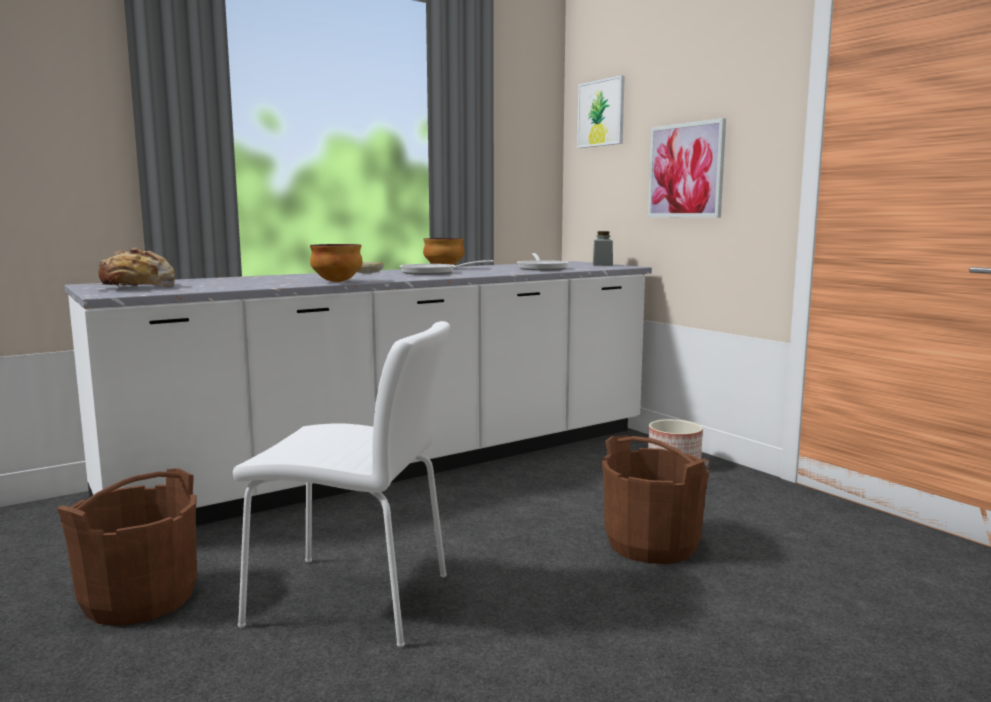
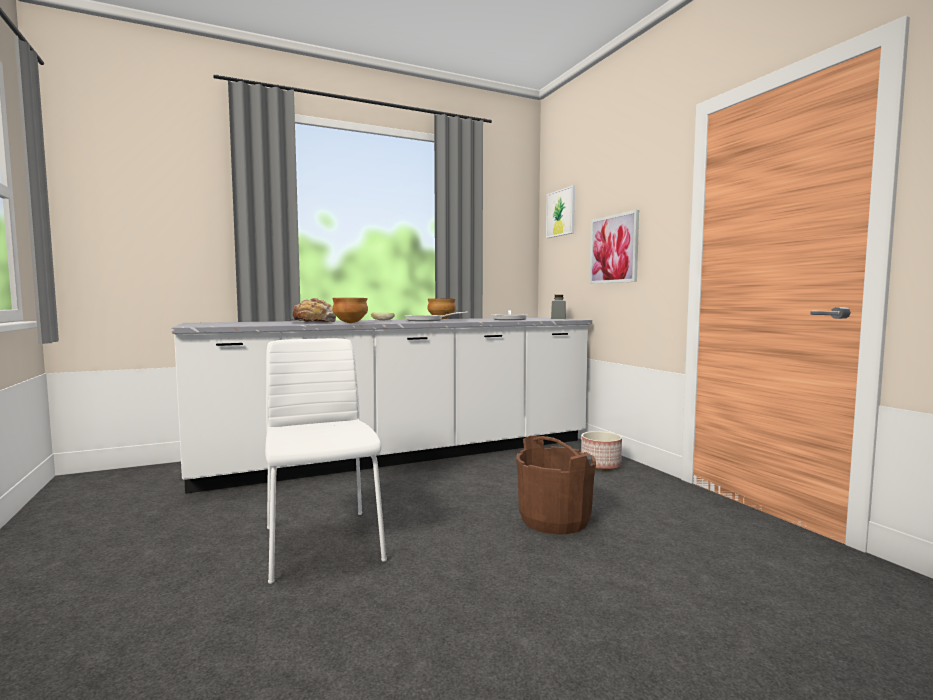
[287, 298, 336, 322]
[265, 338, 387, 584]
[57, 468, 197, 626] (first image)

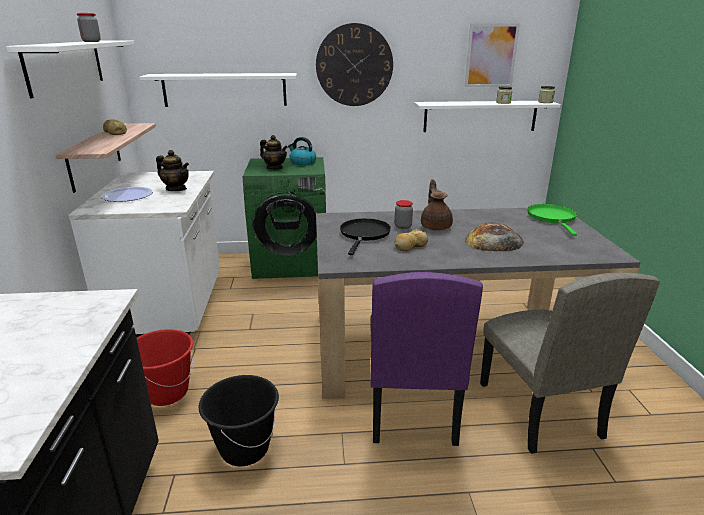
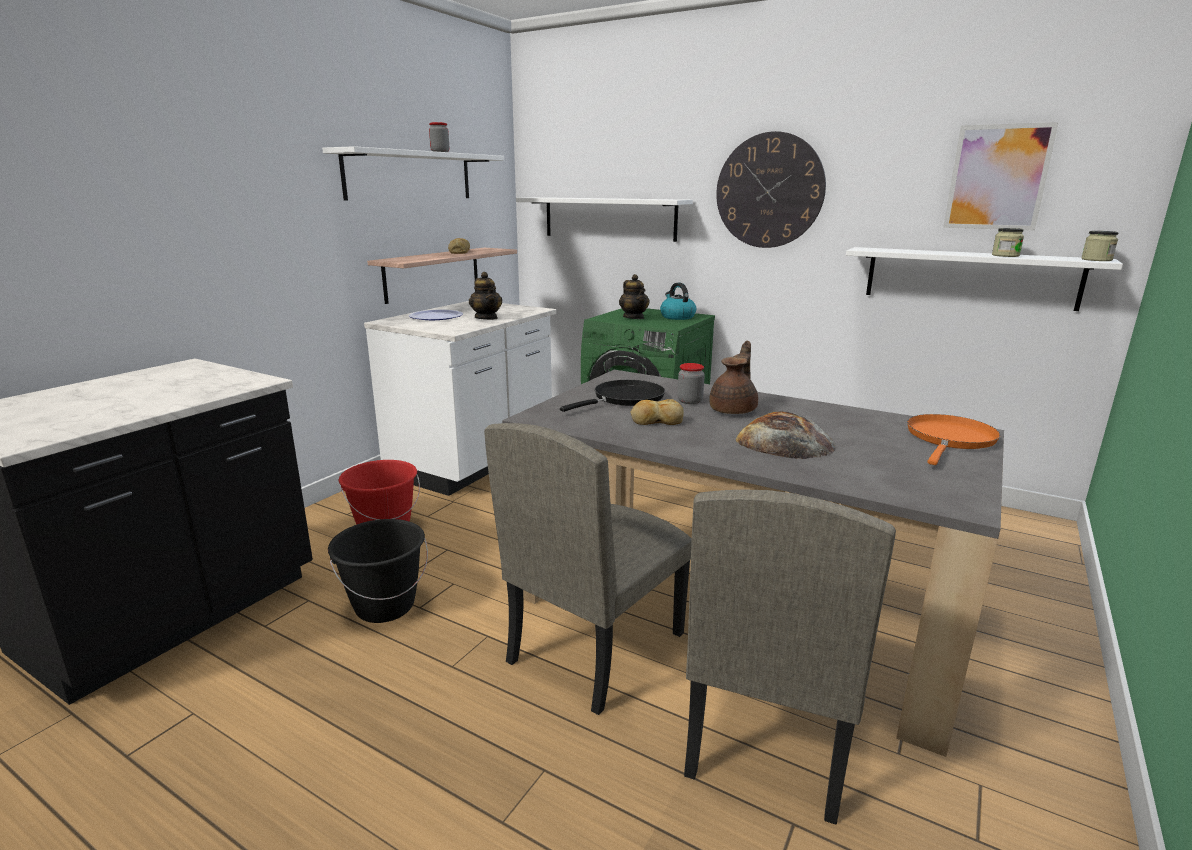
[907, 414, 1000, 465]
[484, 423, 692, 715]

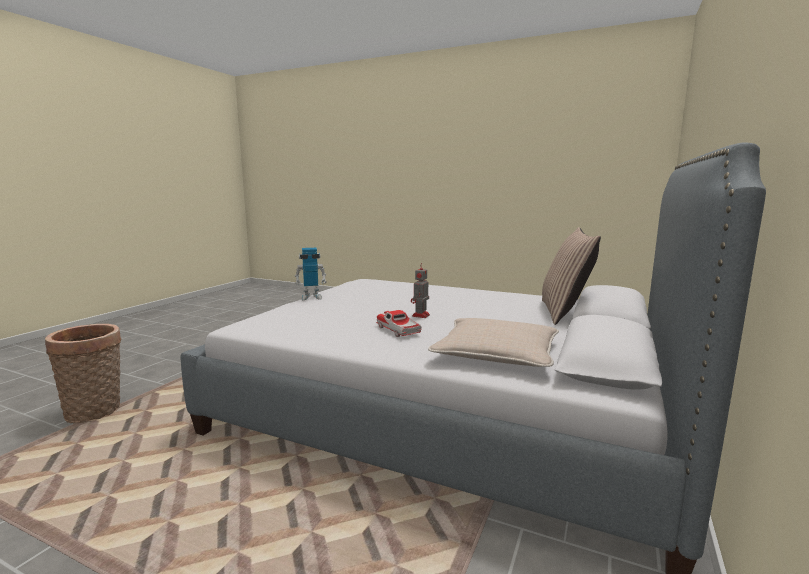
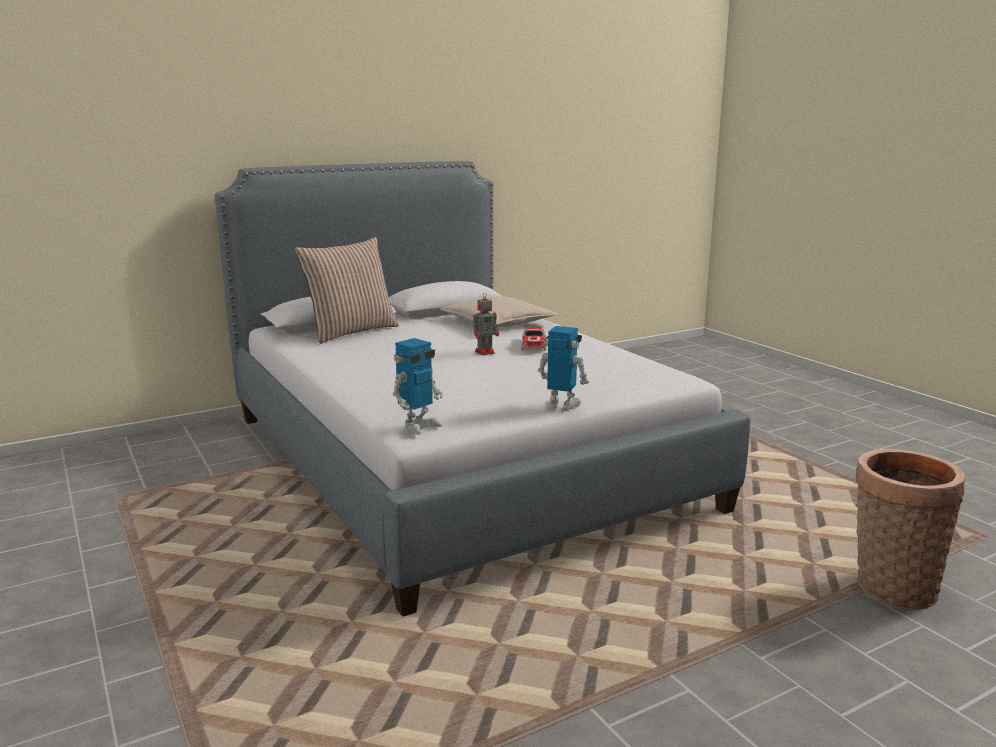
[393, 338, 443, 435]

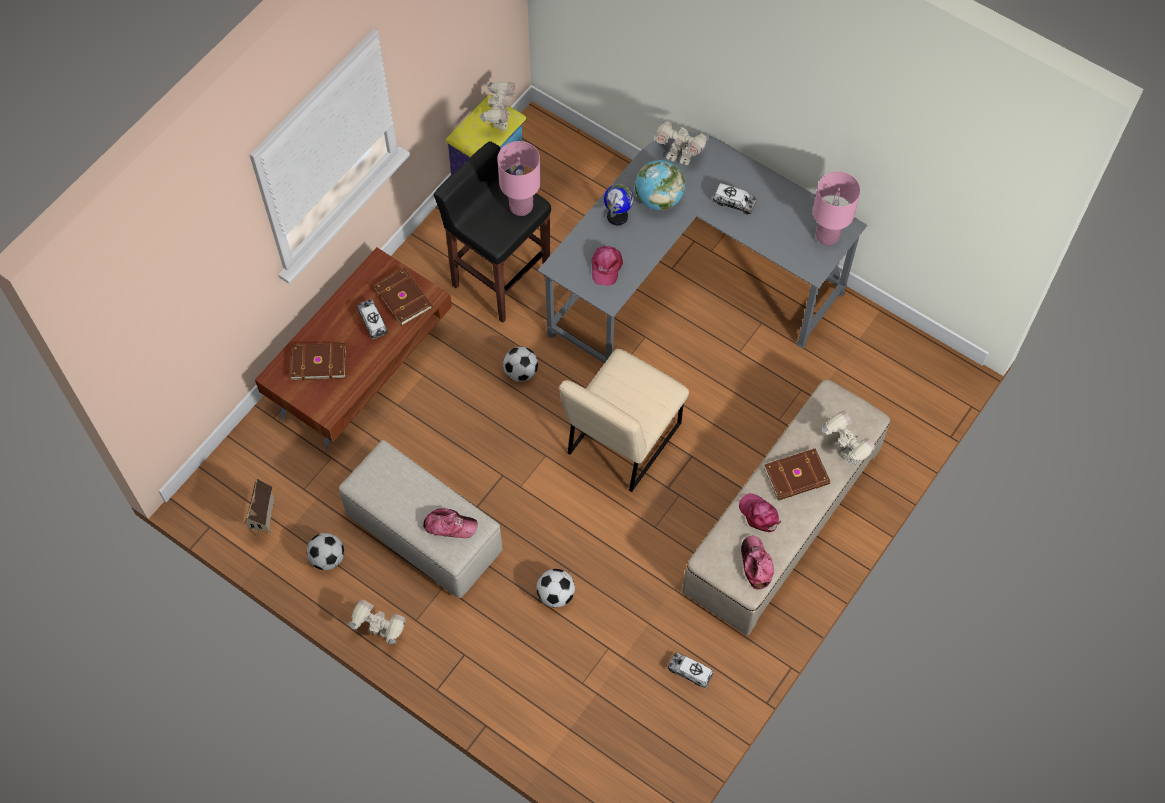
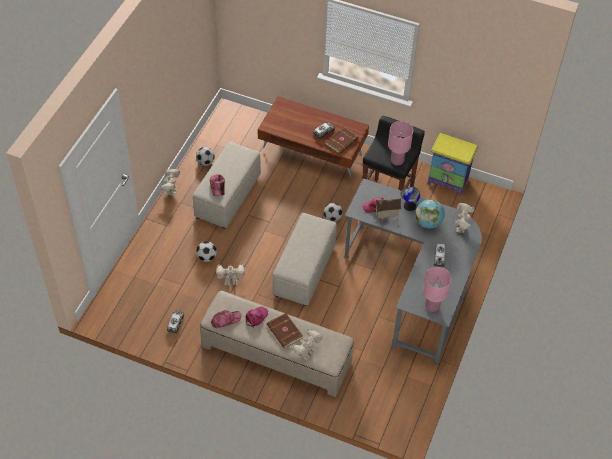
[216, 264, 245, 286]
[290, 343, 346, 380] (first image)
[273, 213, 337, 306]
[375, 198, 401, 227]

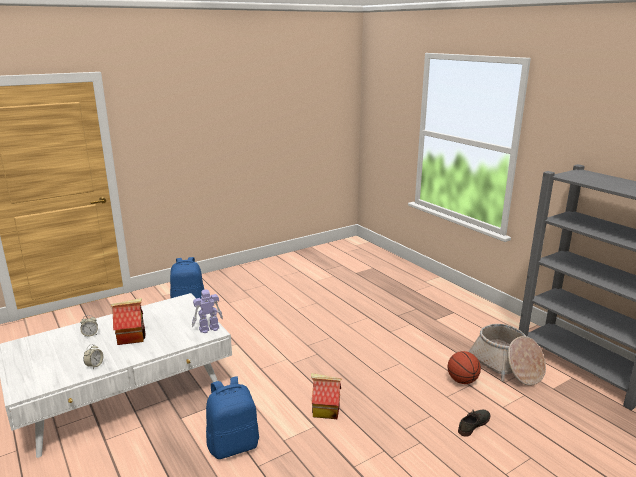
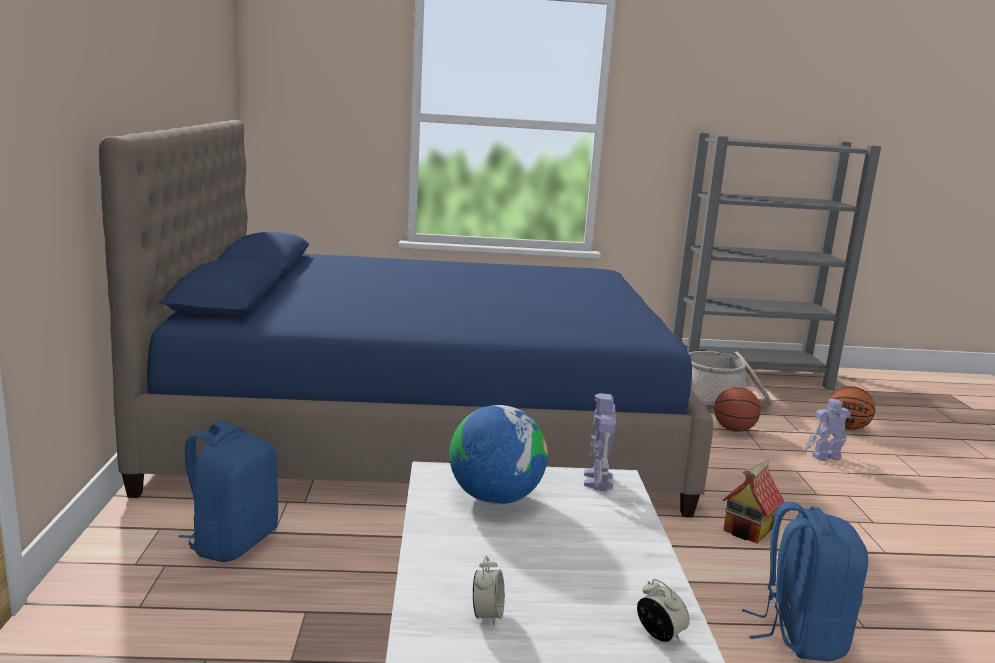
[111, 298, 146, 345] (first image)
[805, 399, 851, 461]
[98, 120, 714, 517]
[830, 386, 875, 430]
[449, 405, 548, 504]

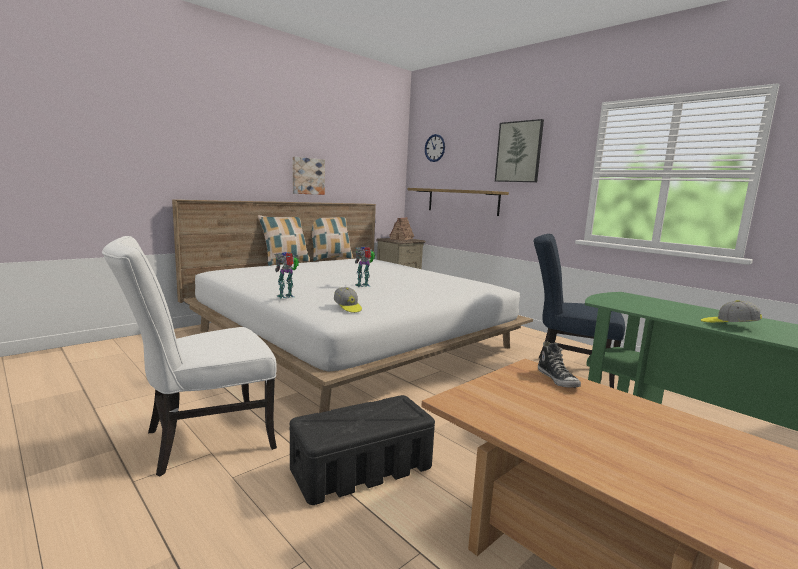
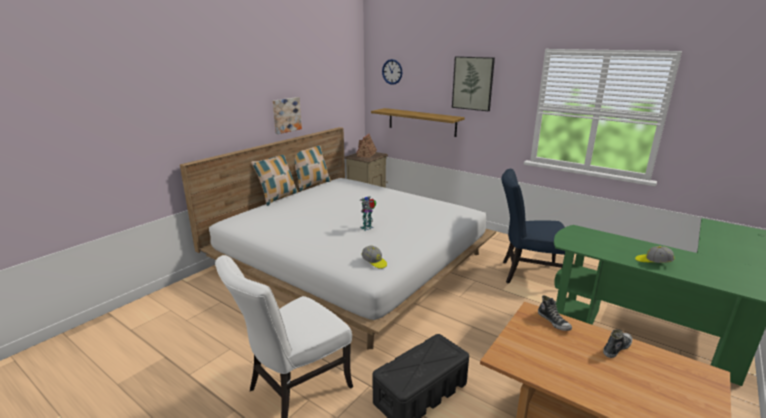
[274, 252, 299, 299] (first image)
[603, 329, 632, 358]

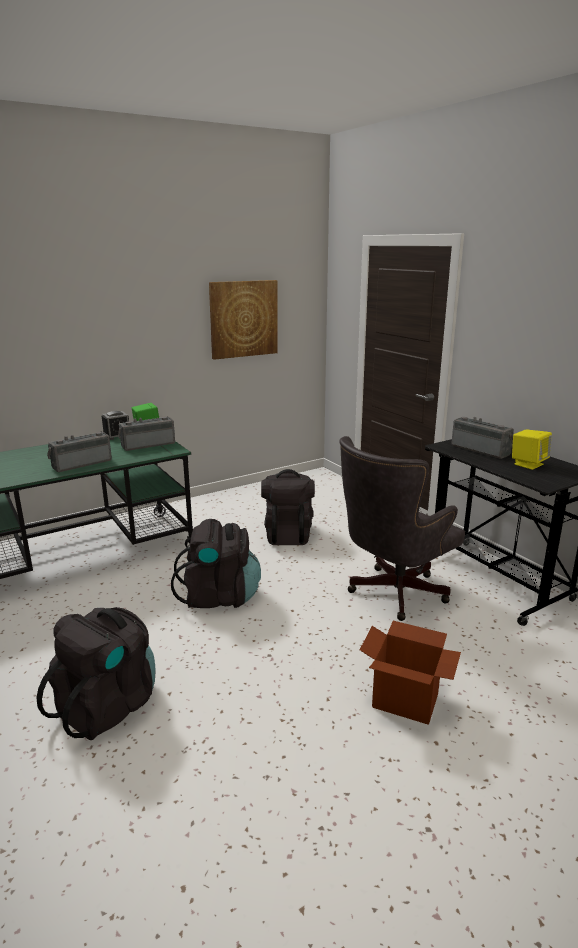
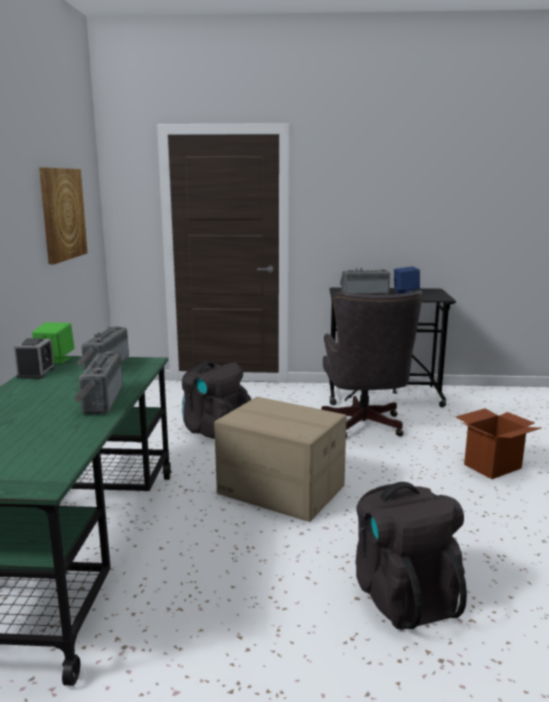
[394, 266, 420, 294]
[214, 397, 347, 522]

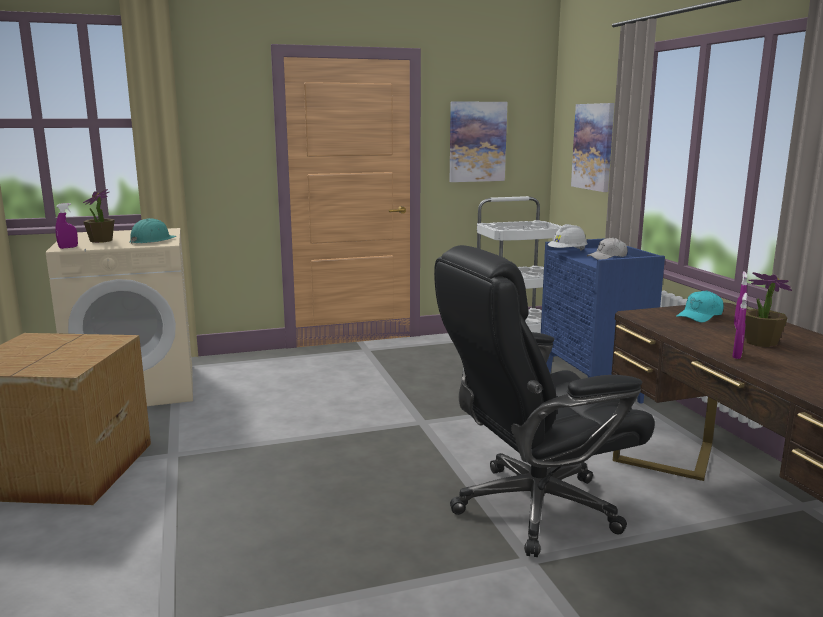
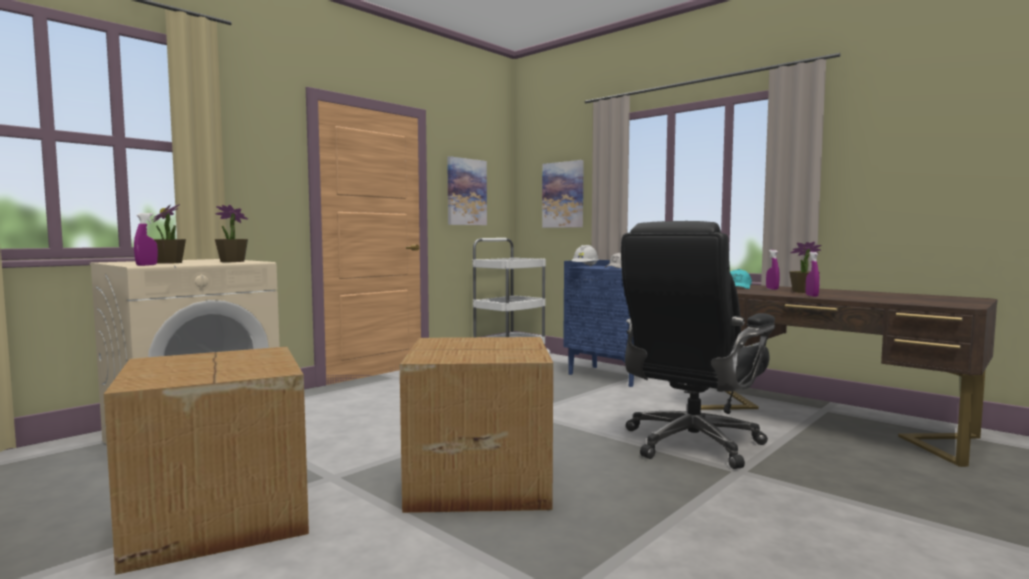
[215, 205, 248, 262]
[400, 337, 553, 513]

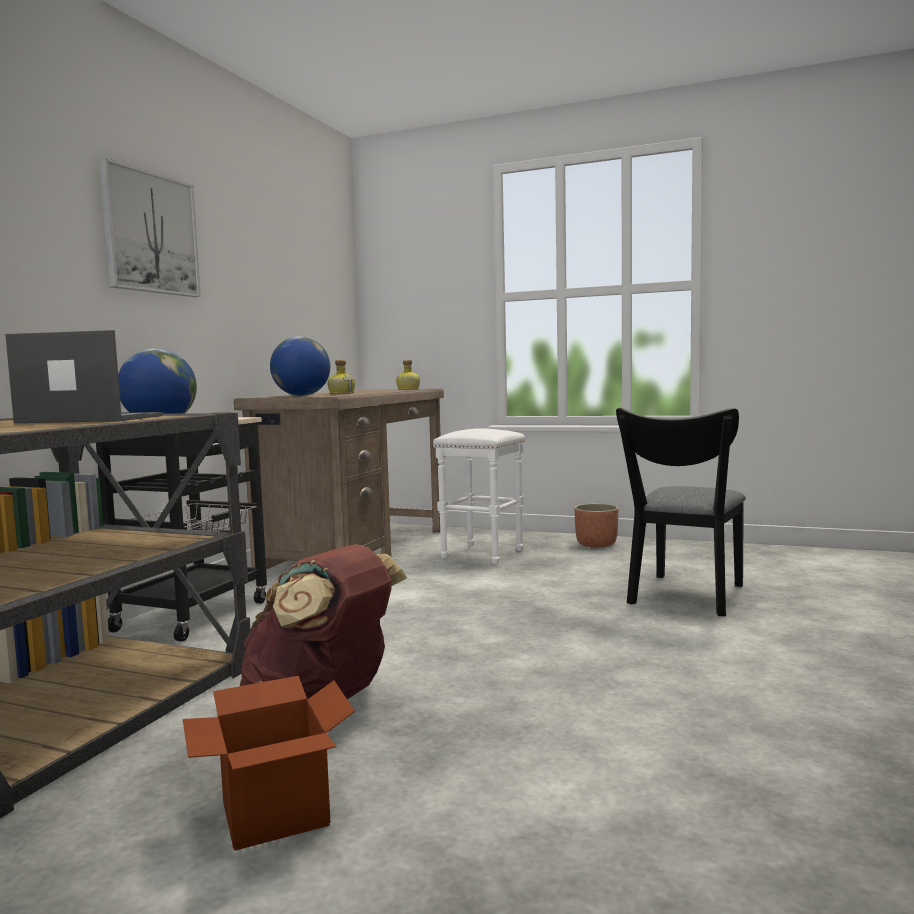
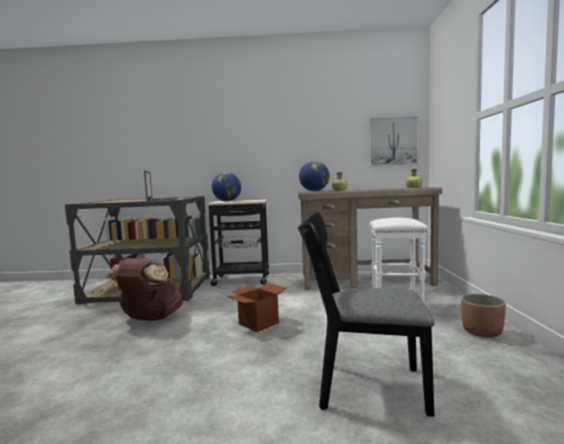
[369, 116, 419, 167]
[226, 283, 286, 332]

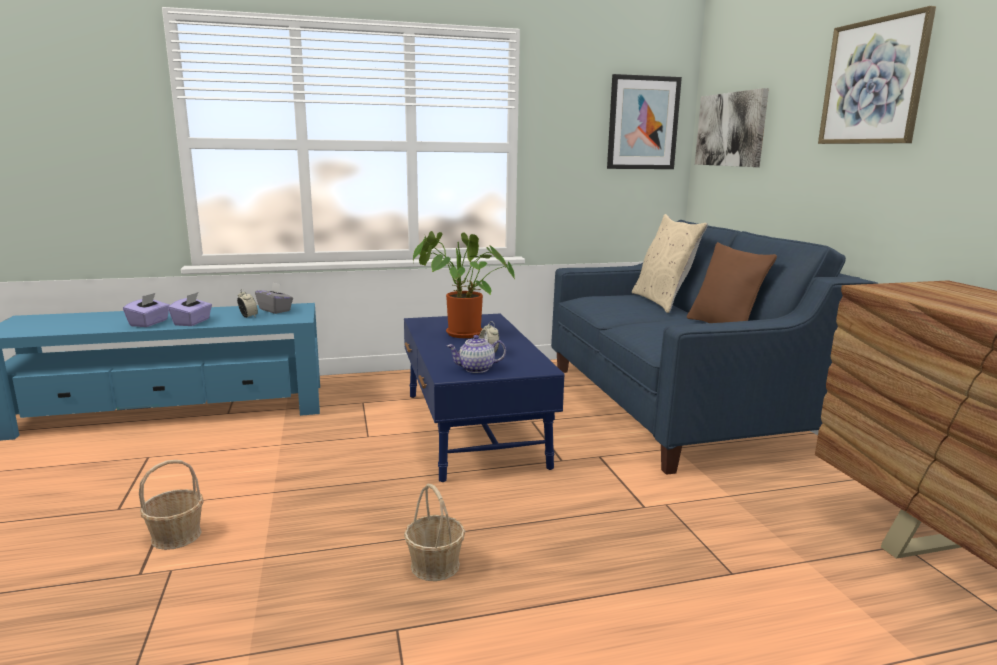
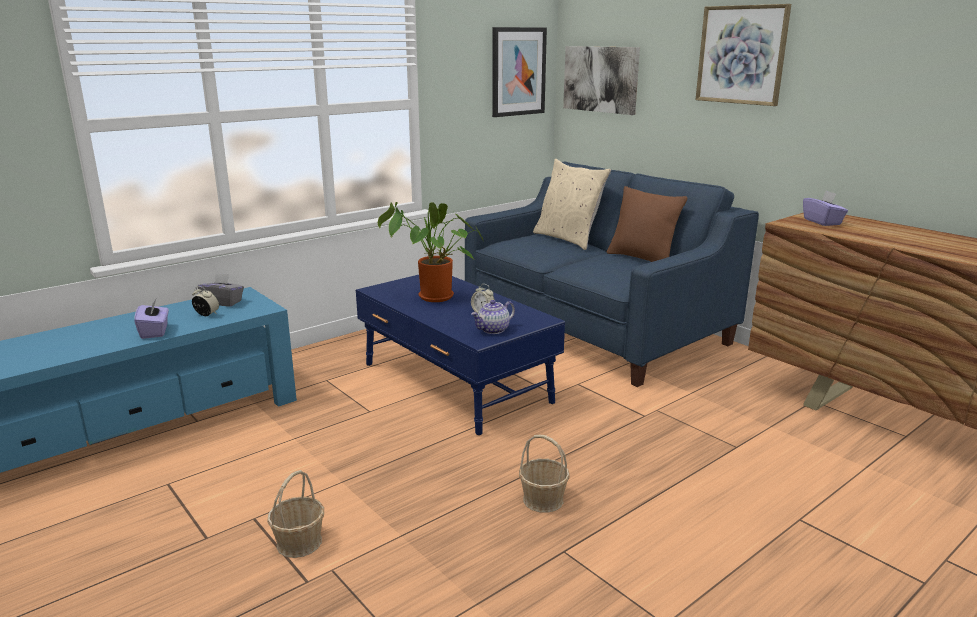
[803, 190, 848, 226]

